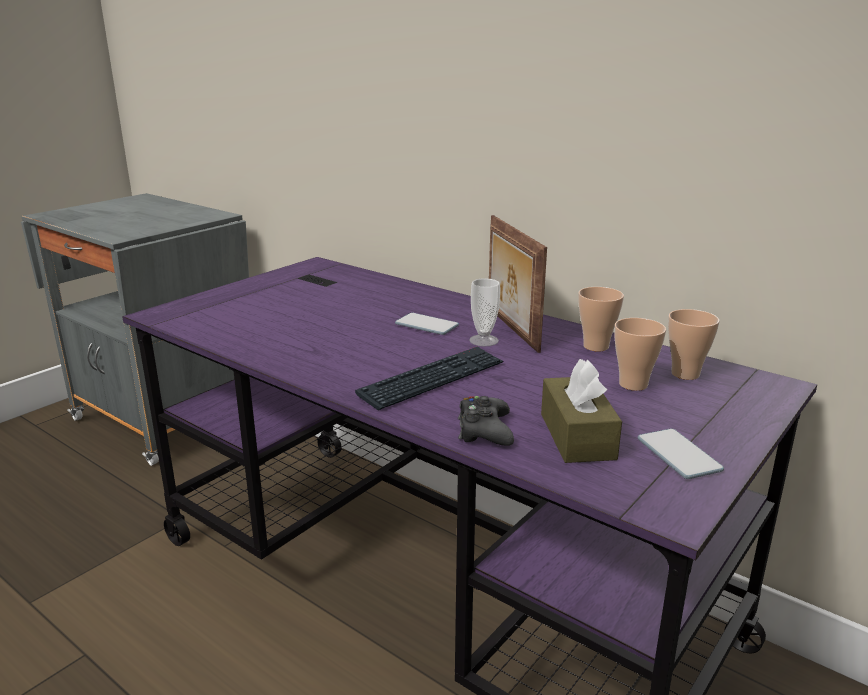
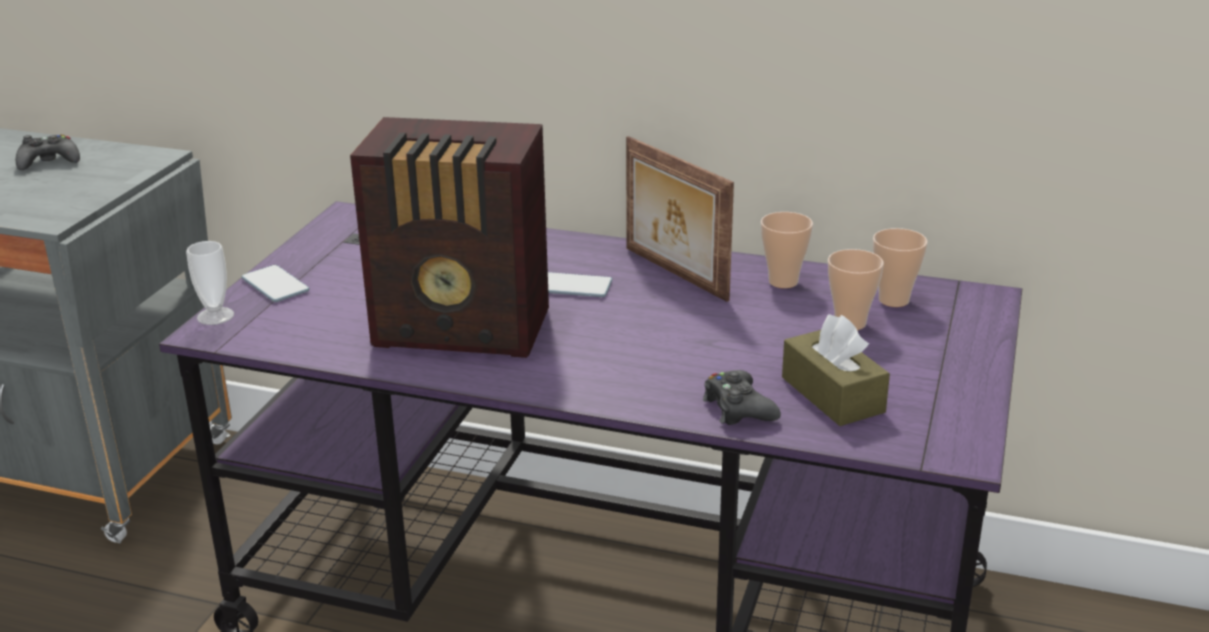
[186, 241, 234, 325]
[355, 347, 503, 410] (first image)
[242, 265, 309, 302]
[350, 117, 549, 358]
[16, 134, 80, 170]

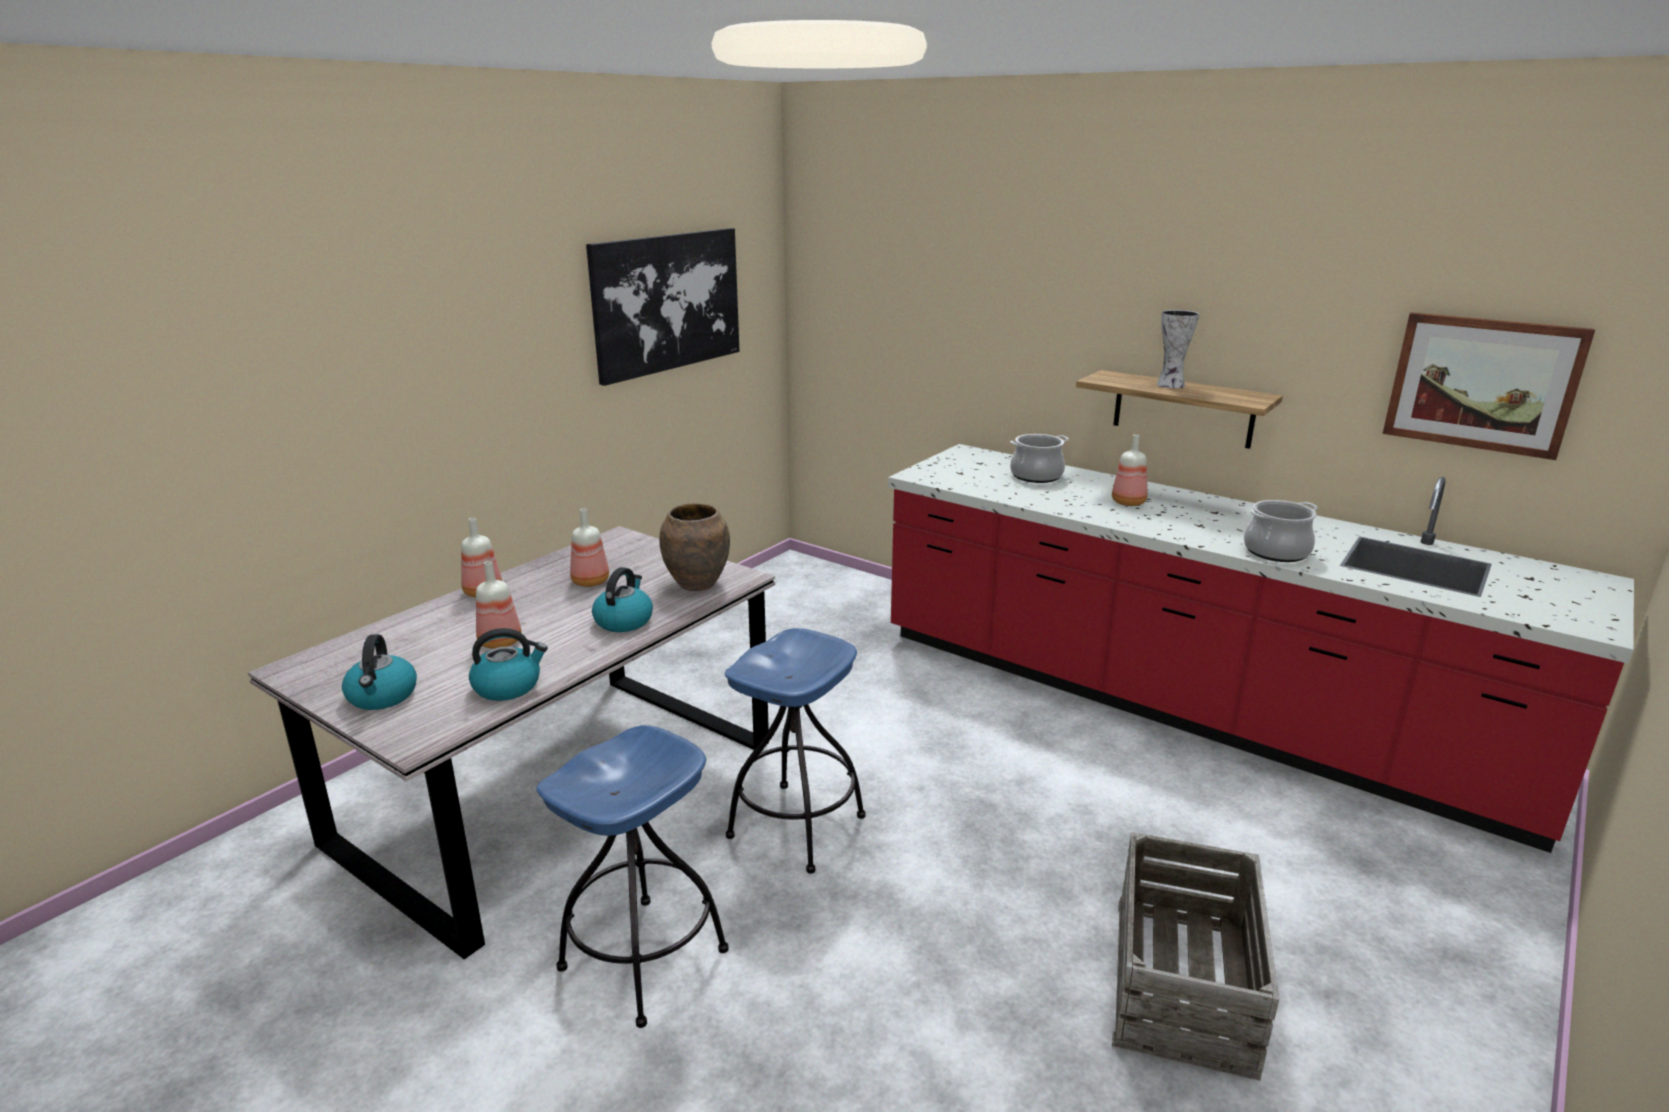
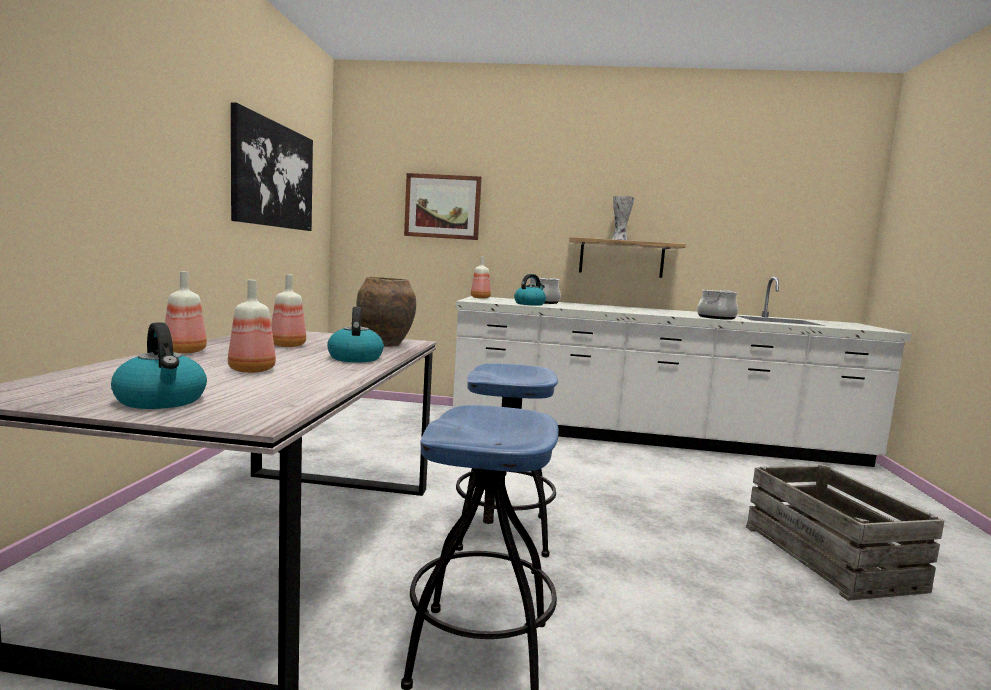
[404, 173, 482, 240]
[471, 256, 491, 299]
[453, 276, 911, 467]
[514, 274, 546, 306]

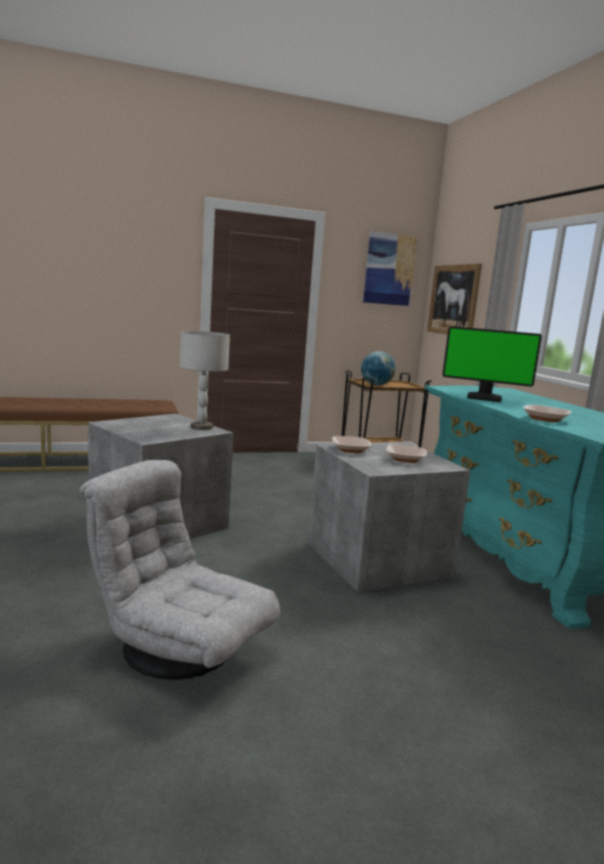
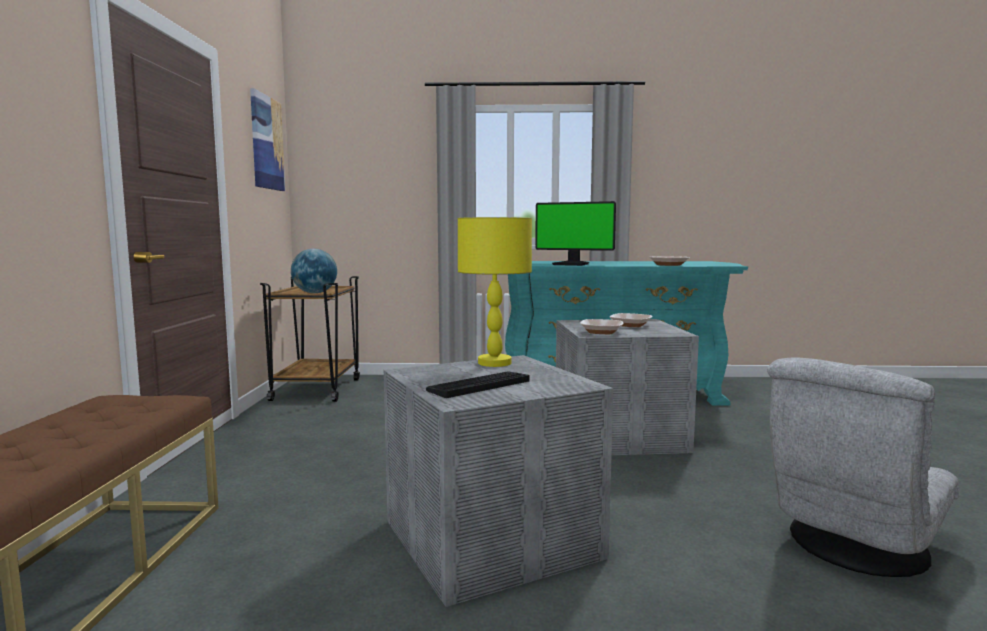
[427, 263, 482, 335] (first image)
[535, 201, 616, 266]
[458, 217, 532, 367]
[426, 371, 530, 398]

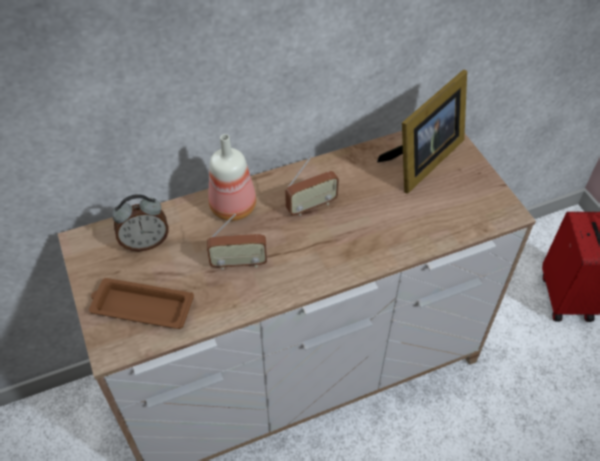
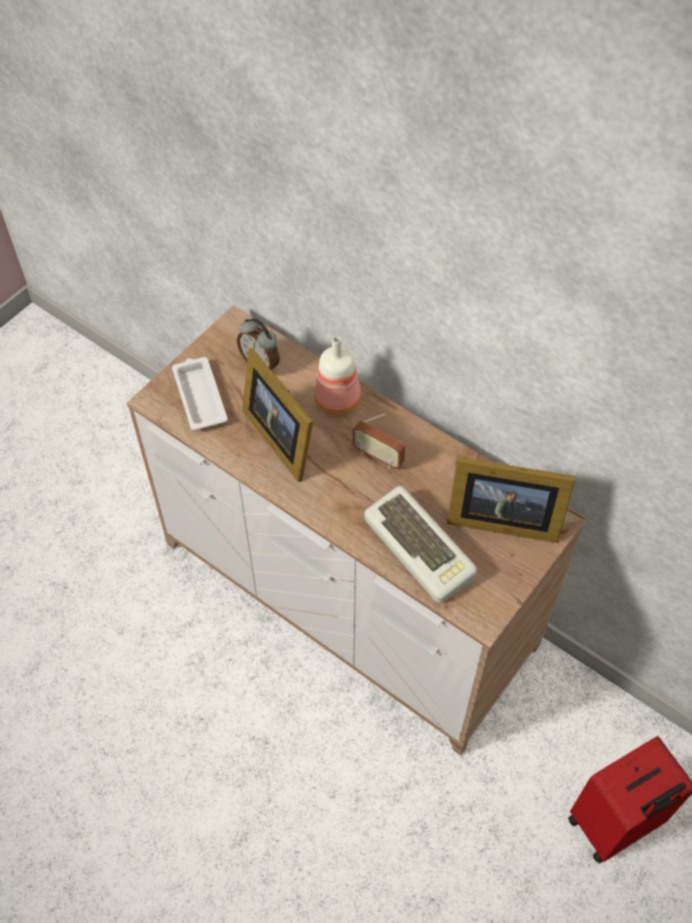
[242, 348, 313, 482]
[172, 357, 228, 431]
[365, 486, 477, 603]

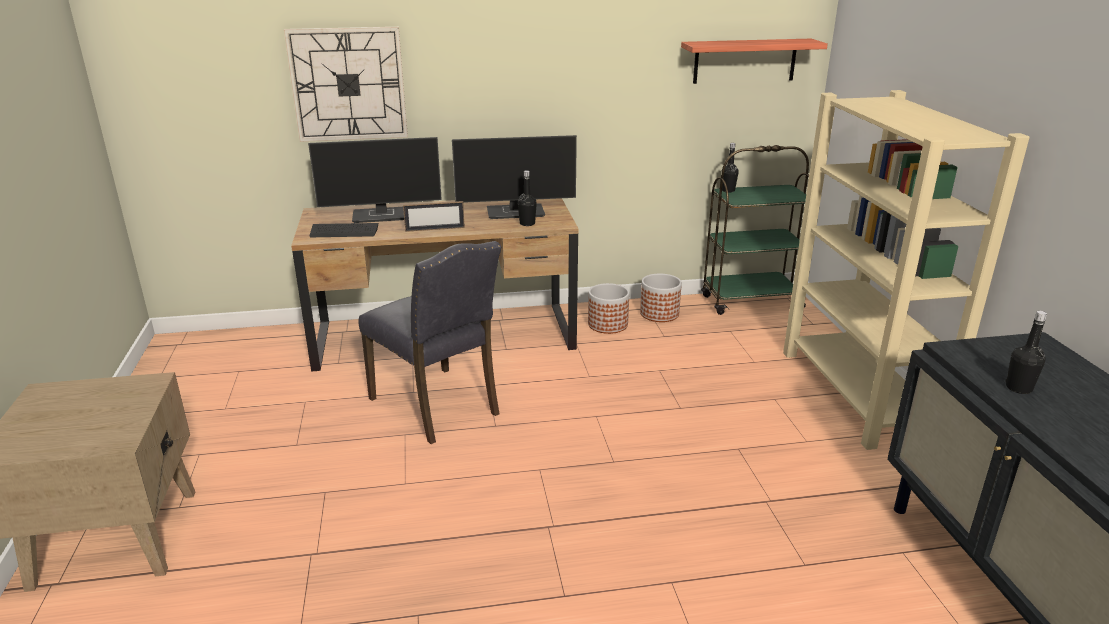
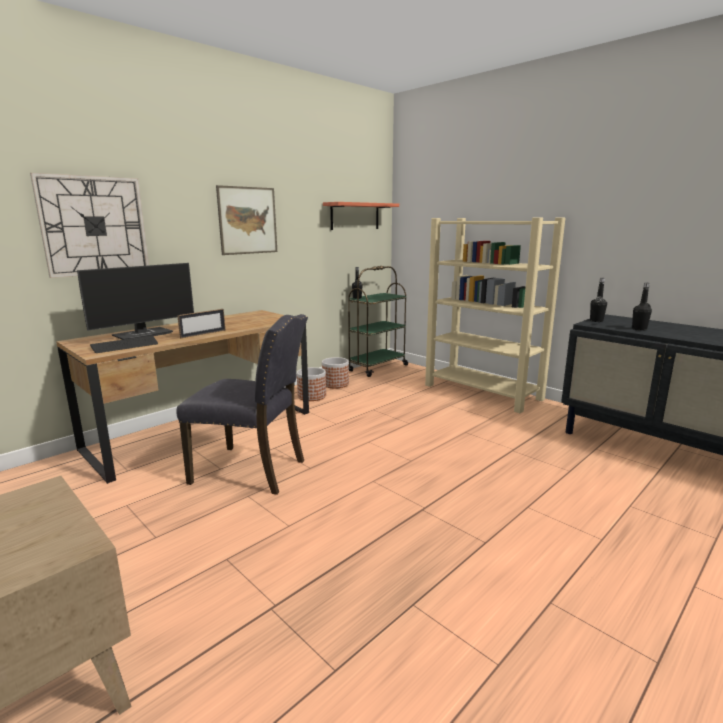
[452, 135, 577, 219] (first image)
[590, 278, 607, 322]
[216, 185, 277, 255]

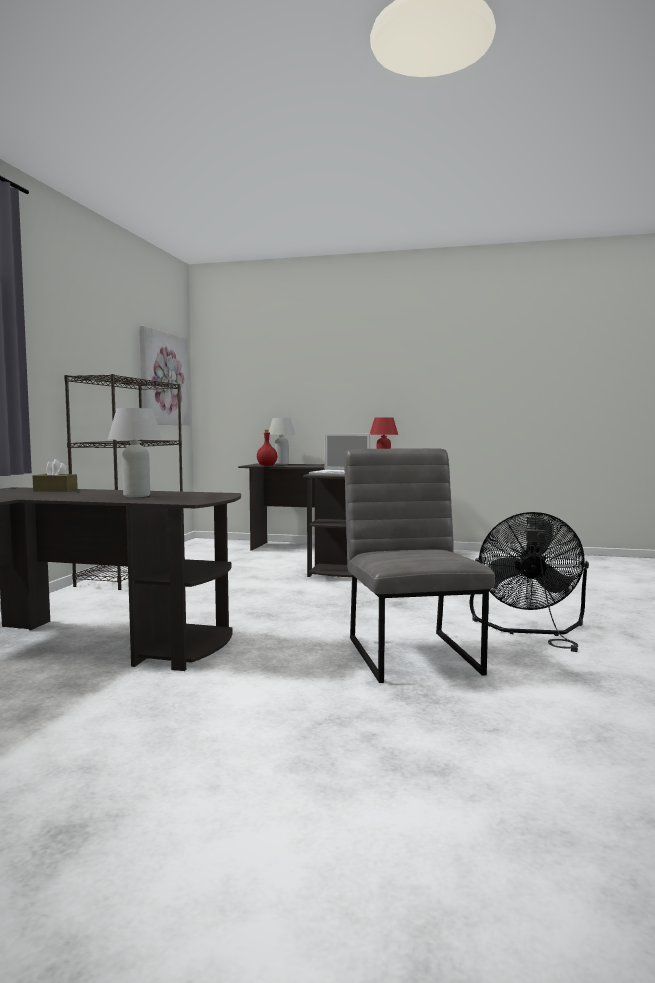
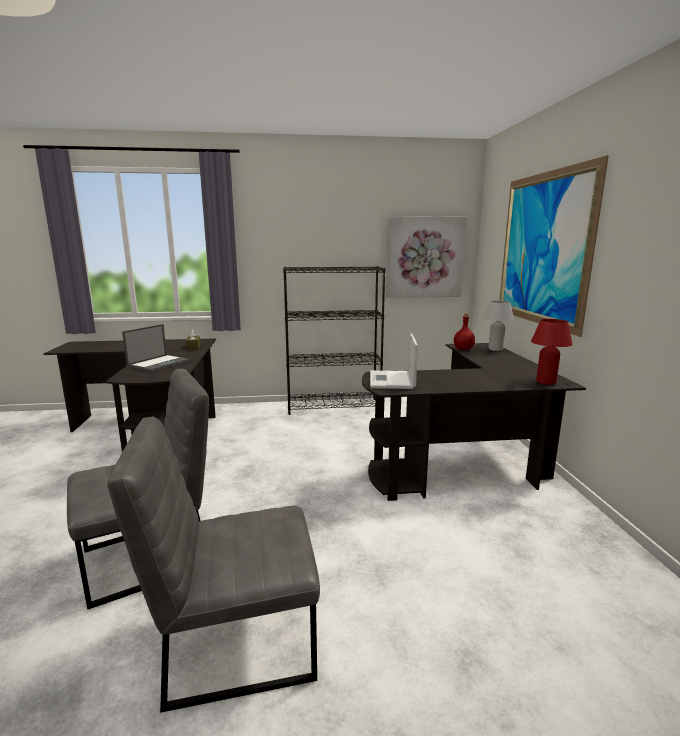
[122, 324, 191, 372]
[107, 416, 320, 713]
[500, 155, 609, 337]

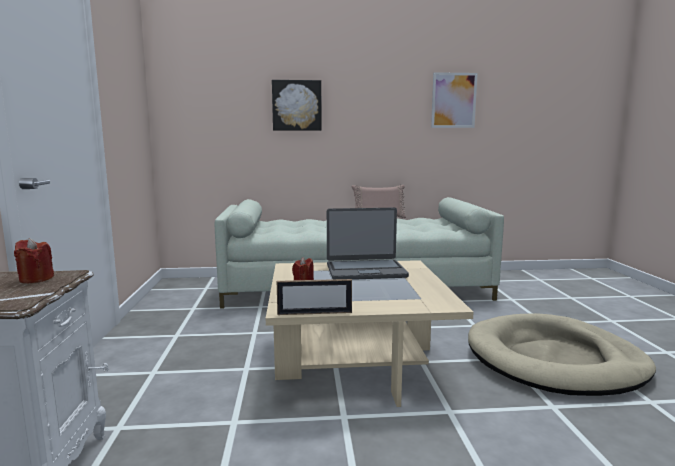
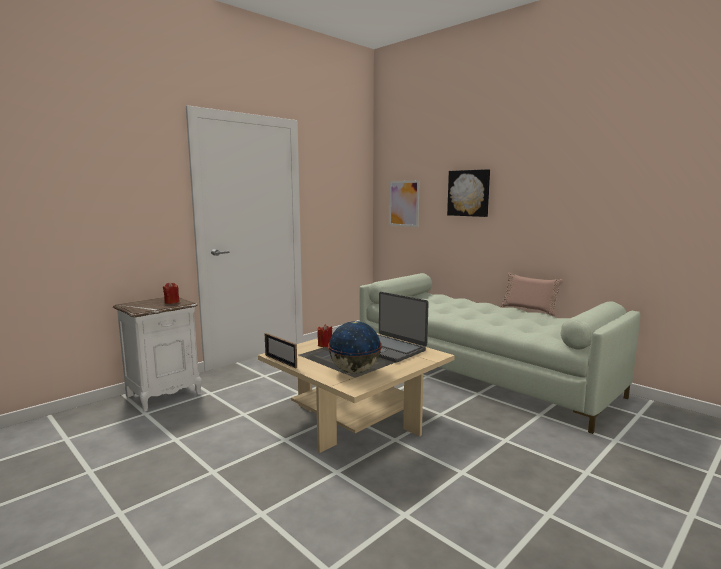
[389, 181, 420, 227]
[468, 313, 656, 396] (first image)
[328, 321, 382, 374]

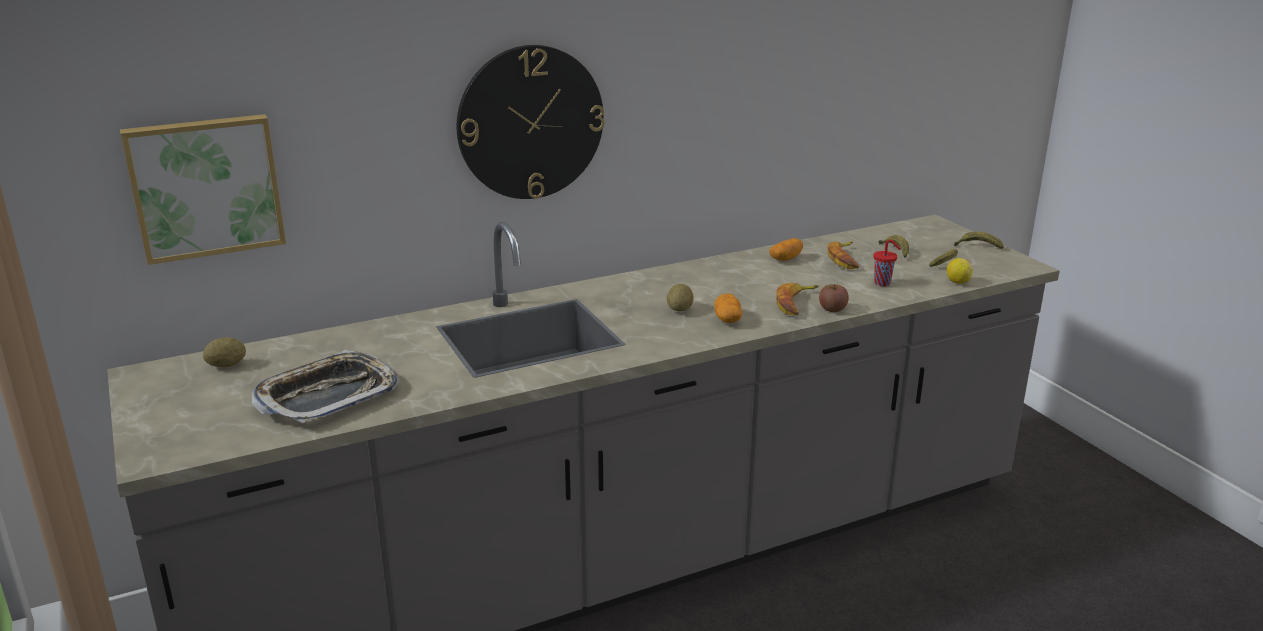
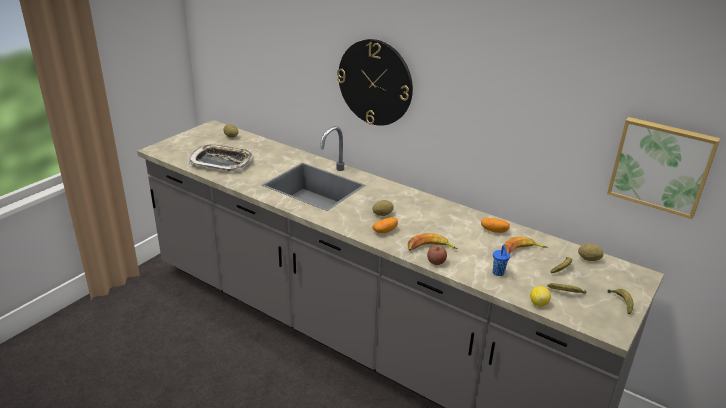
[607, 117, 720, 219]
[493, 245, 510, 276]
[578, 243, 603, 261]

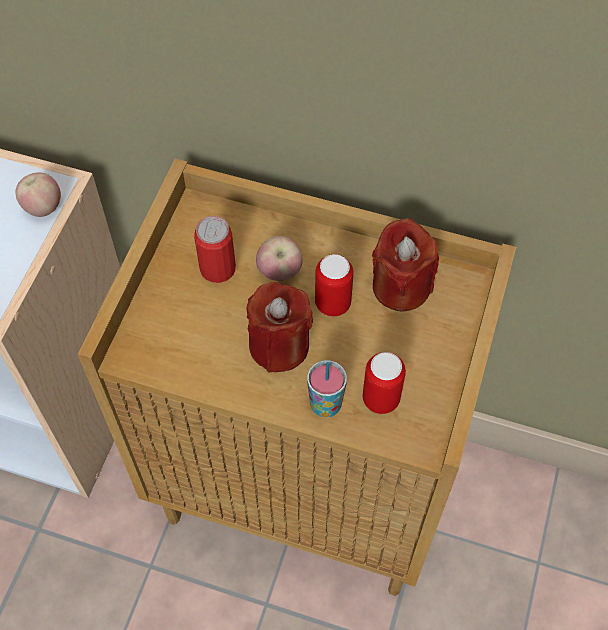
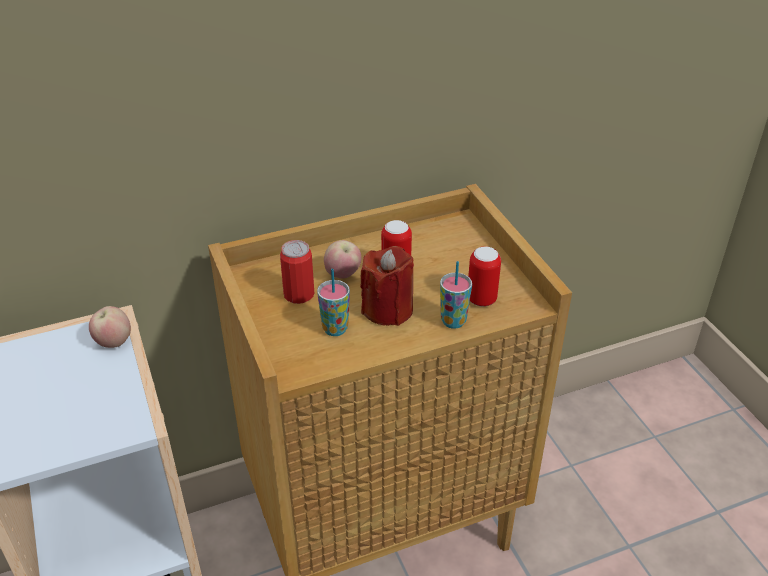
[372, 218, 439, 312] (first image)
[317, 269, 350, 336]

